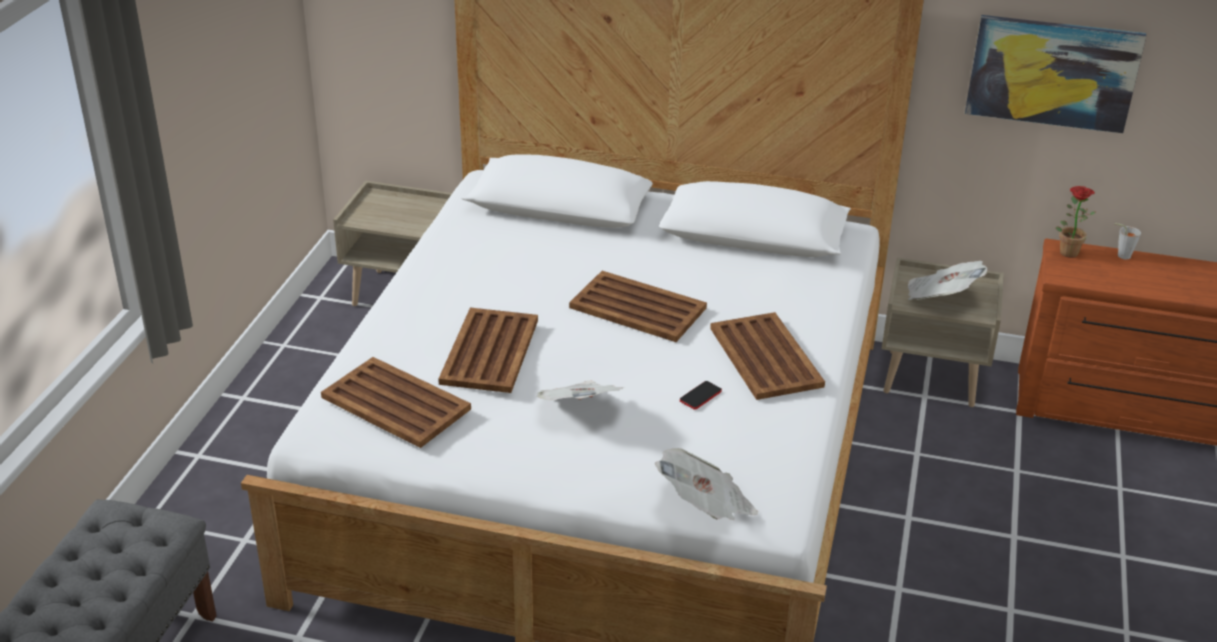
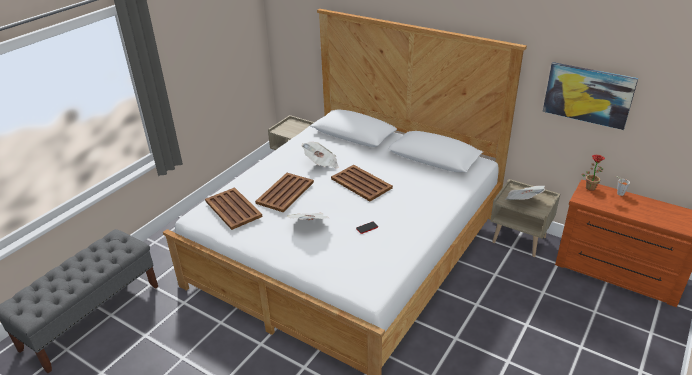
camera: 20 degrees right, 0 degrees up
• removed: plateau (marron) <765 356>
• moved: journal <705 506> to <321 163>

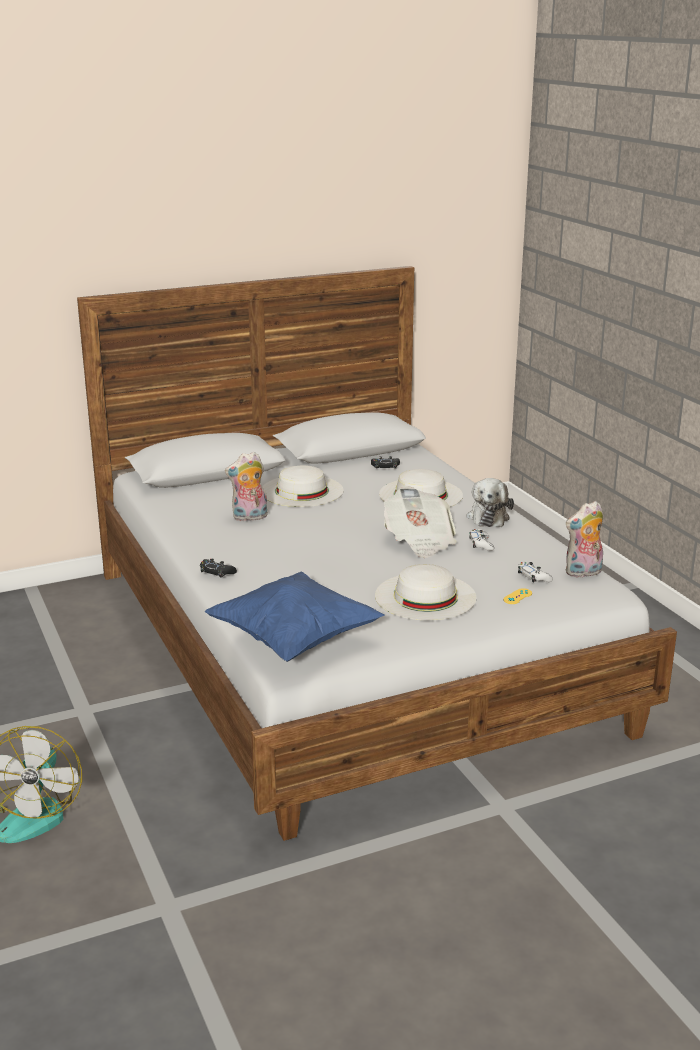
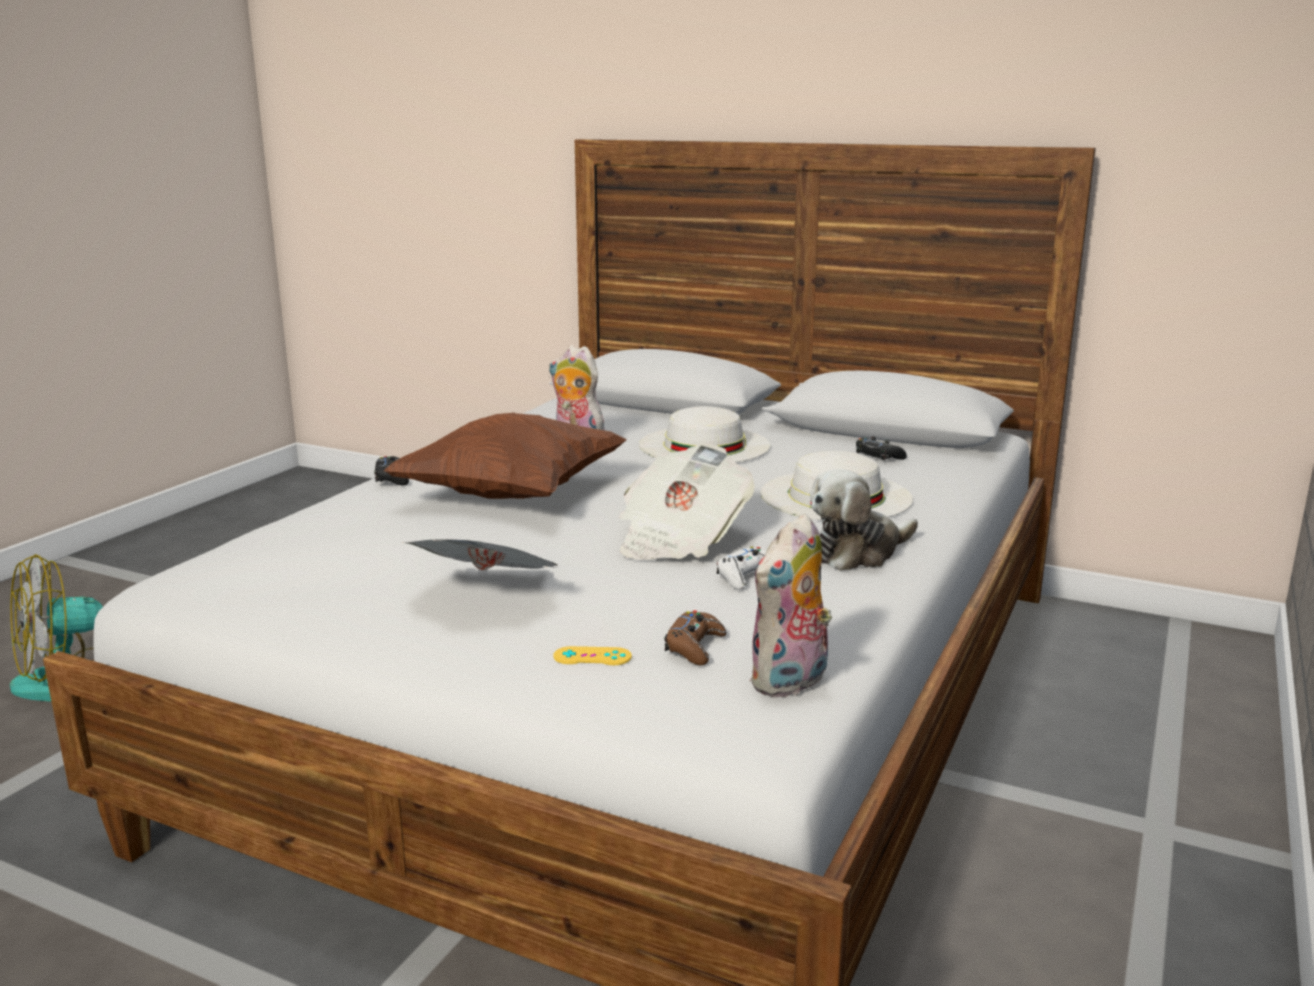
camera: 50 degrees right, 5 degrees down
• turned: peluche <583 573> = <790 683> 75 degrees counterclockwise
• recoloured: manette (blanc) <533 577> to manette (marron) <694 647>
• replaced: chapeau (blanc) <425 596> to journal <489 594>
• removed: coussin (bleu) <295 640>
• added: coussin (marron) <511 495>

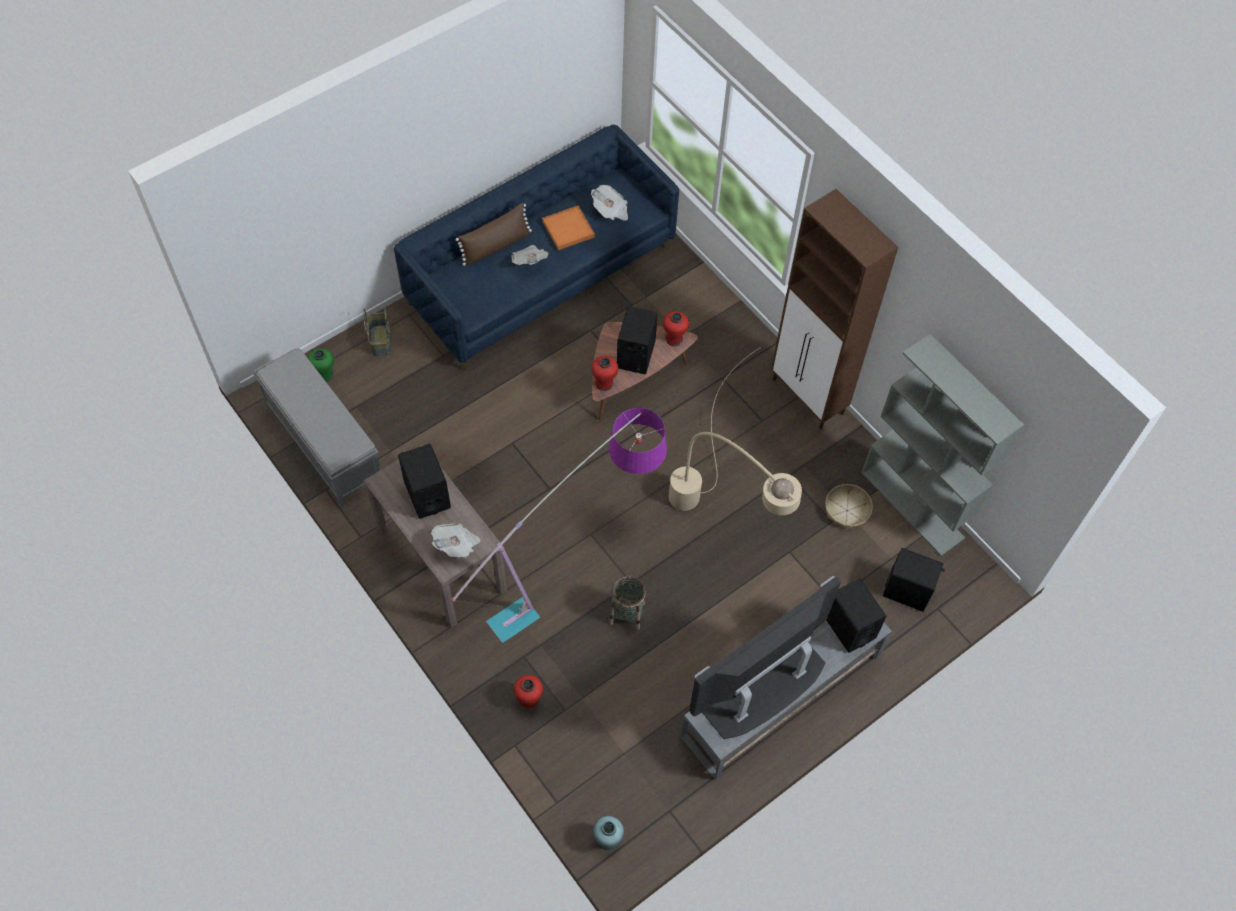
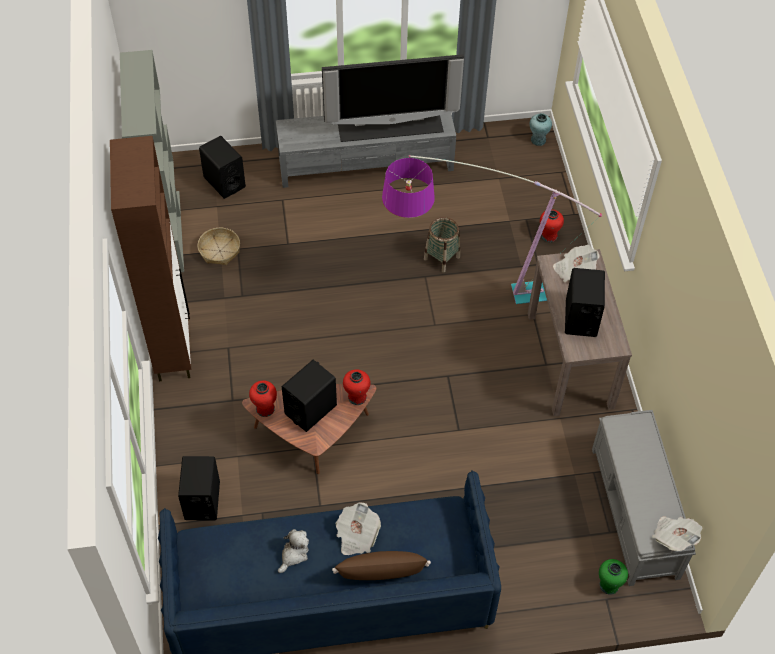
camera: 150 degrees left, 5 degrees down
• moved: journal <610 210> to <674 537>
• replaced: plateau (orange) <568 229> to peluche <294 554>
• removed: panier <380 340>
• removed: lampadaire (beige) <722 513>
• moved: enceinte (noir) <849 627> to <202 501>

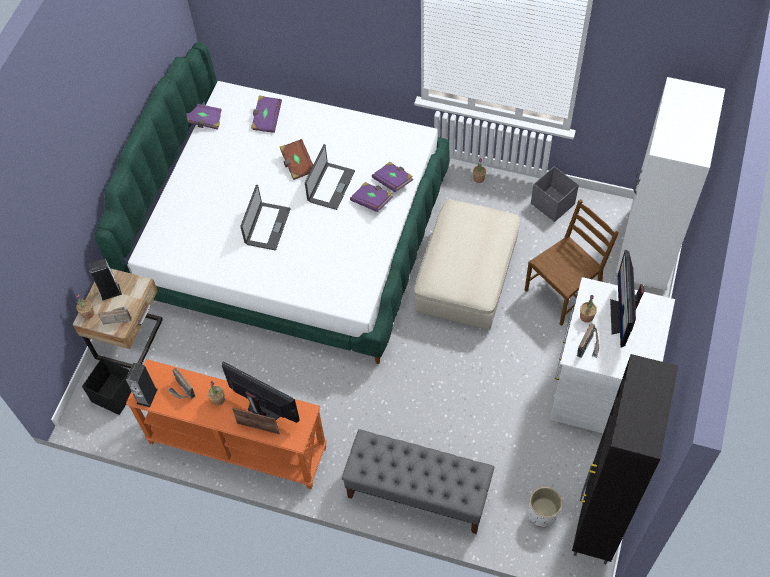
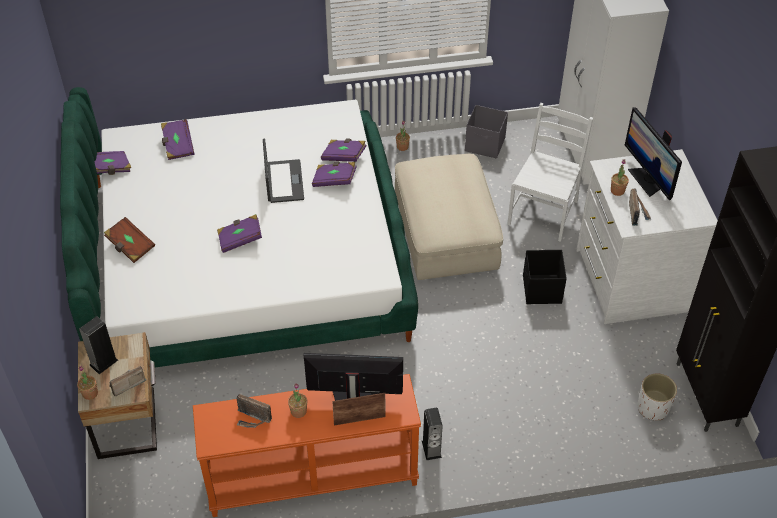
camera: 30 degrees left, 10 degrees down
• moved: livre (marron) <297 164> to <130 246>
• replaced: ordinateur portable <267 226> to livre (violet) <240 239>
• recoloured: chaise (marron) <563 291> to chaise (blanc) <543 212>
• moved: boîte de rangement (noir) <114 395> to <541 290>
• moved: enceinte <147 396> to <431 449>
• removed: banc (gris) <417 493>

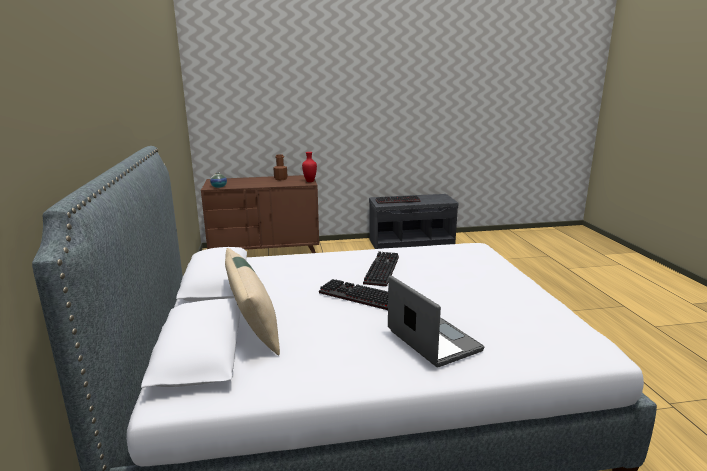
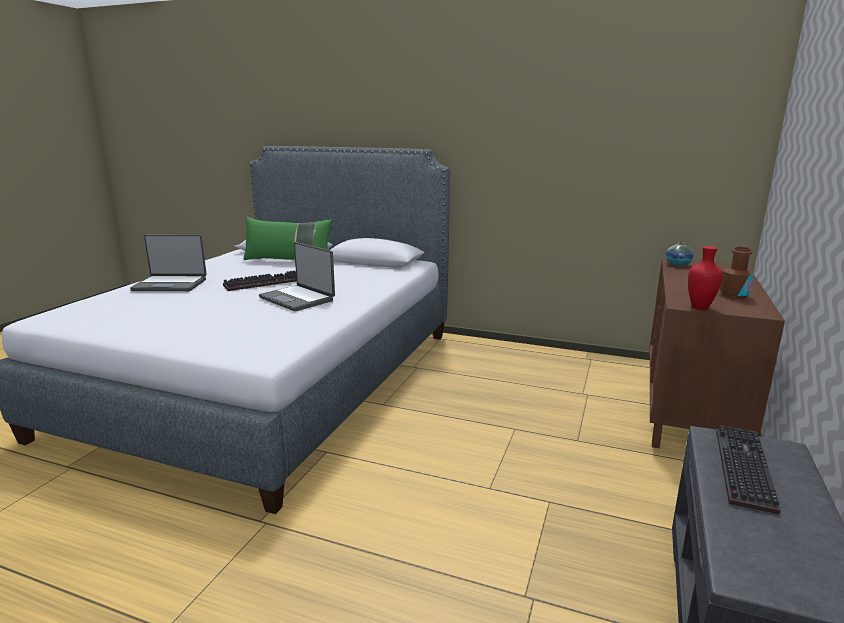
camera: 120 degrees right, 0 degrees up
• recoloured: coussin (beige) <253 325> to coussin (vert) <288 261>
• replaced: clavier <380 269> to ordinateur portable <298 299>

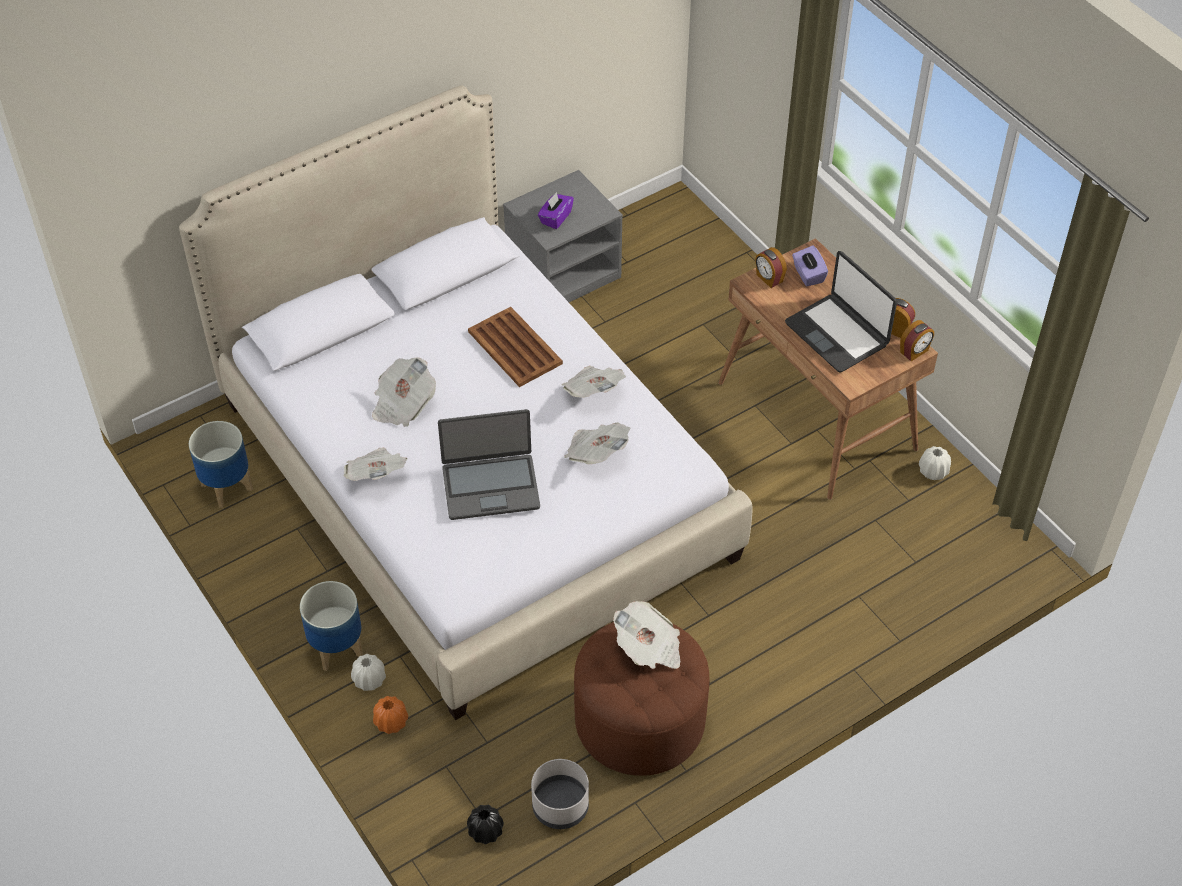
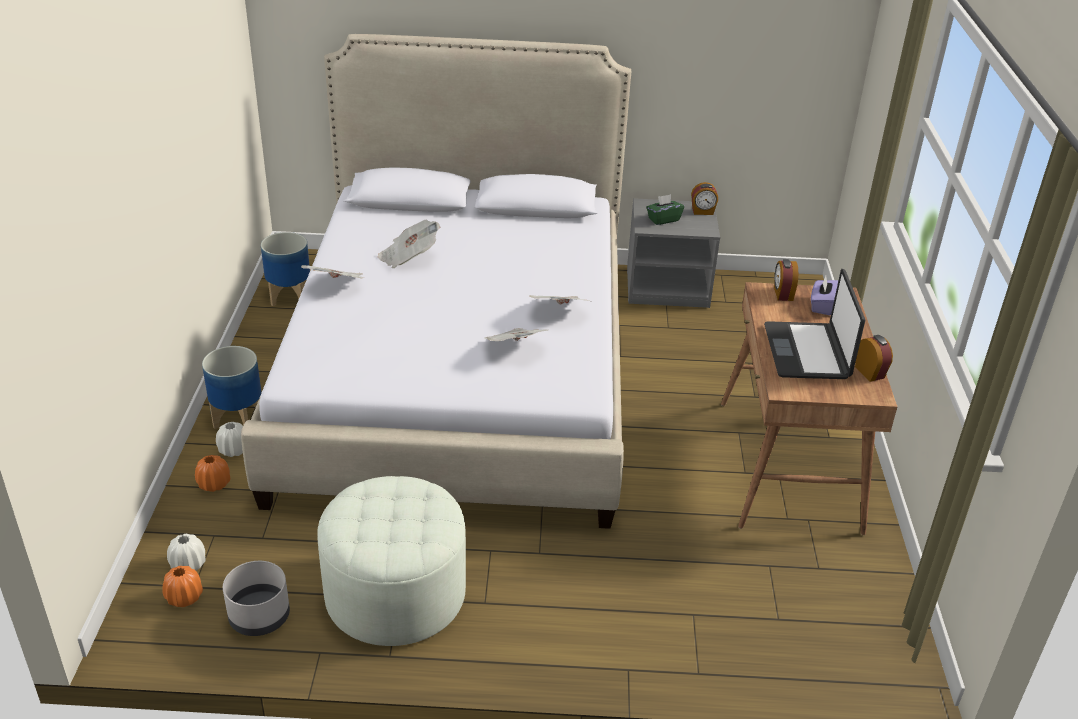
camera: 35 degrees right, 15 degrees down
• recoloured: boîte à mouchoirs (violet) <555 218> to boîte à mouchoirs (vert) <663 219>
• removed: plateau (marron) <515 348>
• moved: réveil <914 351> to <702 212>
• removed: ordinateur portable <490 486>
• moved: vase (blanc) <933 471> to <188 565>
• removed: journal <649 648>
• recoloured: pouf (marron) <640 720> to pouf (blanc) <395 594>
• recoloured: vase (noir) <485 831> to vase (orange) <184 597>

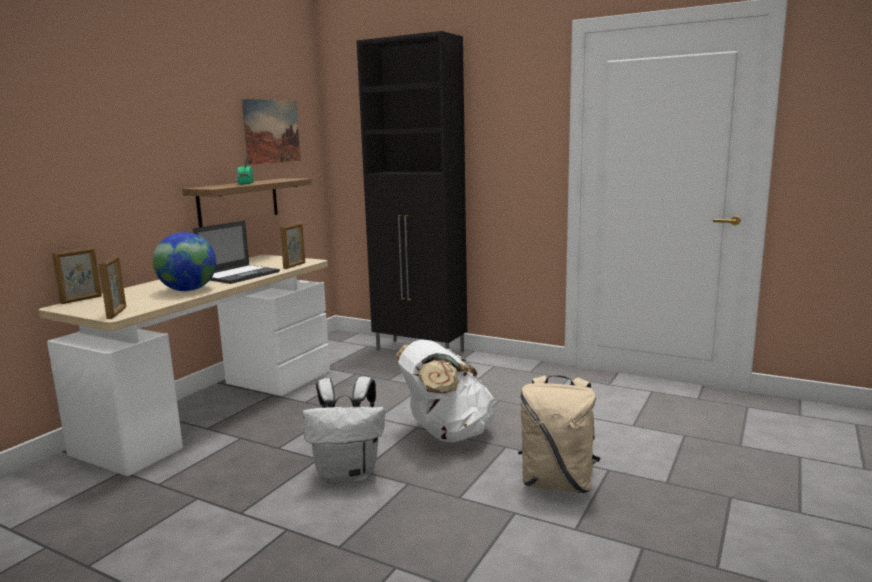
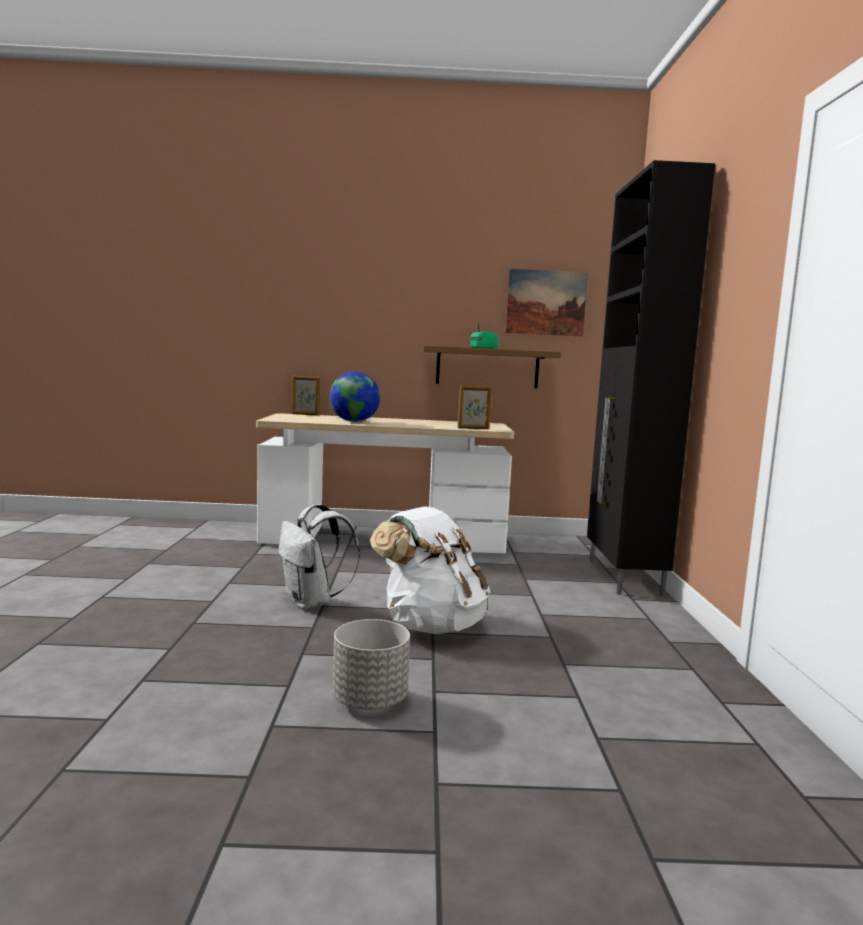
camera: 60 degrees right, 5 degrees down
• removed: ordinateur portable <240 275>
• removed: cadre photo <117 313>
• replaced: sac à dos (beige) <557 483> to cache-pot (gris) <370 701>

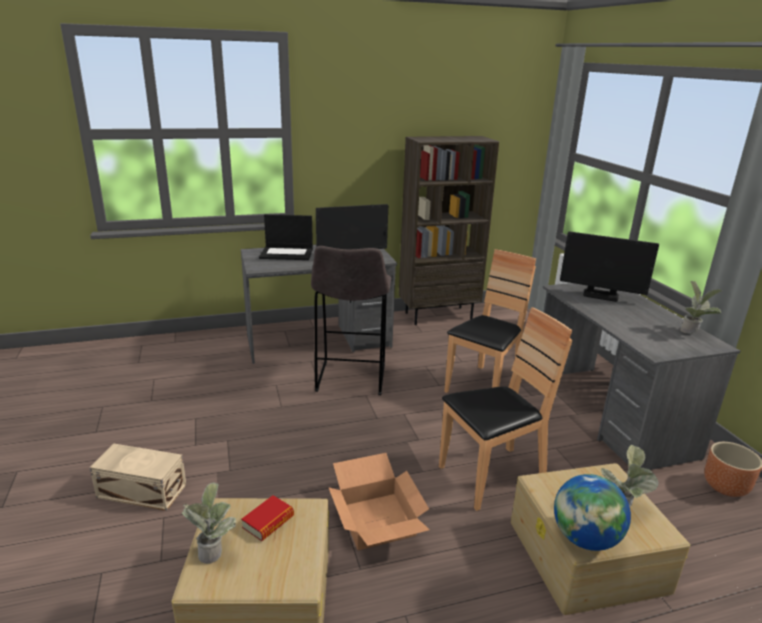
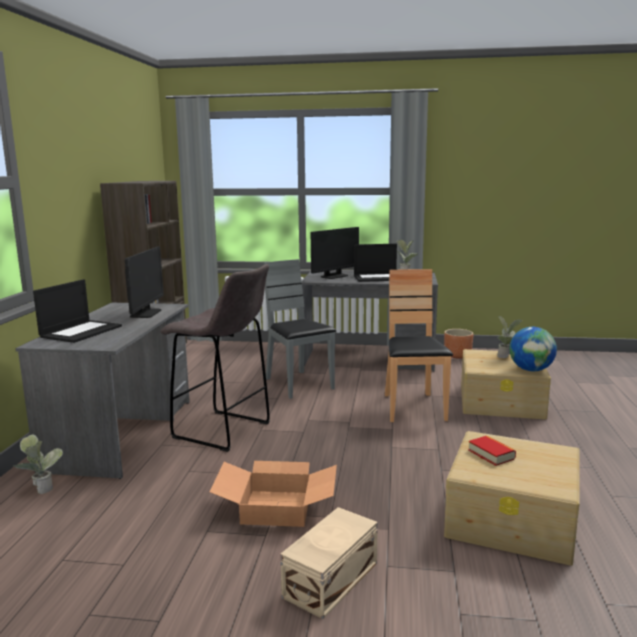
camera: 65 degrees left, 10 degrees down
• recoloured: chaise (marron) <484 387> to chaise (gris) <298 384>
• moved: carton <378 520> to <277 507>
• moved: plante en pot <213 550> to <41 488>
• added: ordinateur portable <378 278>

